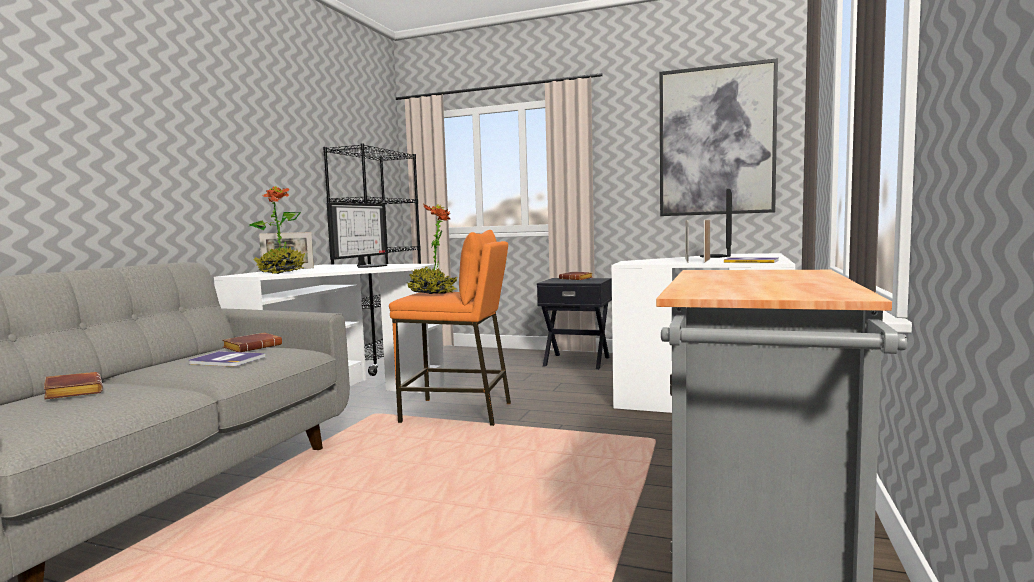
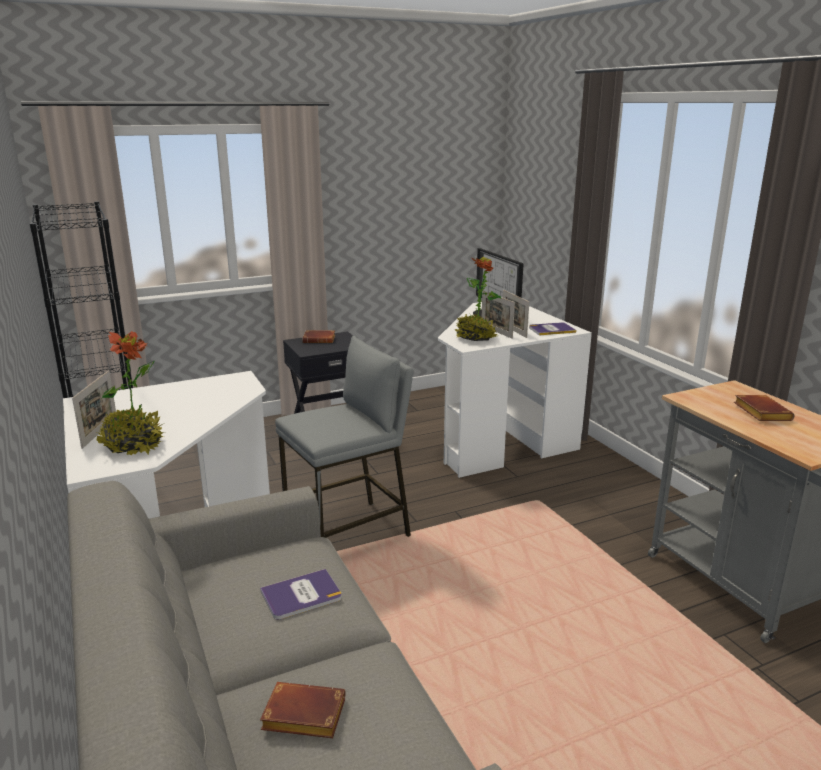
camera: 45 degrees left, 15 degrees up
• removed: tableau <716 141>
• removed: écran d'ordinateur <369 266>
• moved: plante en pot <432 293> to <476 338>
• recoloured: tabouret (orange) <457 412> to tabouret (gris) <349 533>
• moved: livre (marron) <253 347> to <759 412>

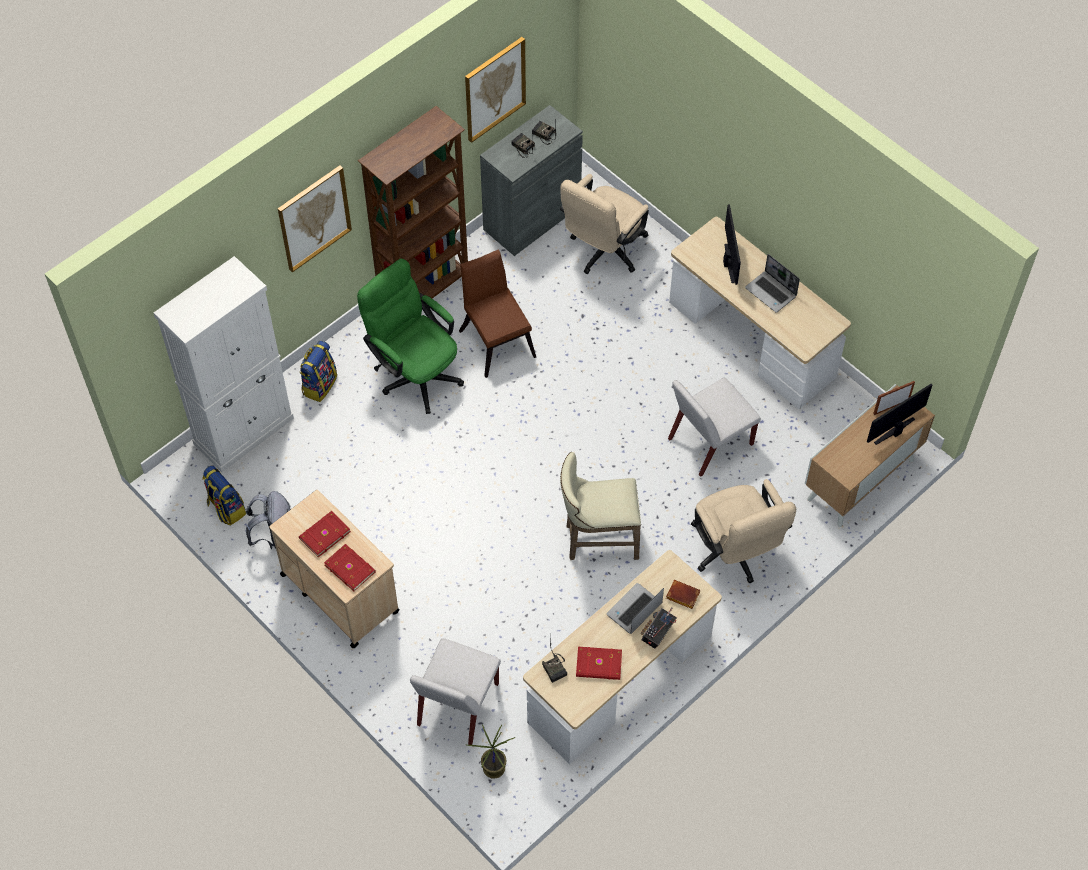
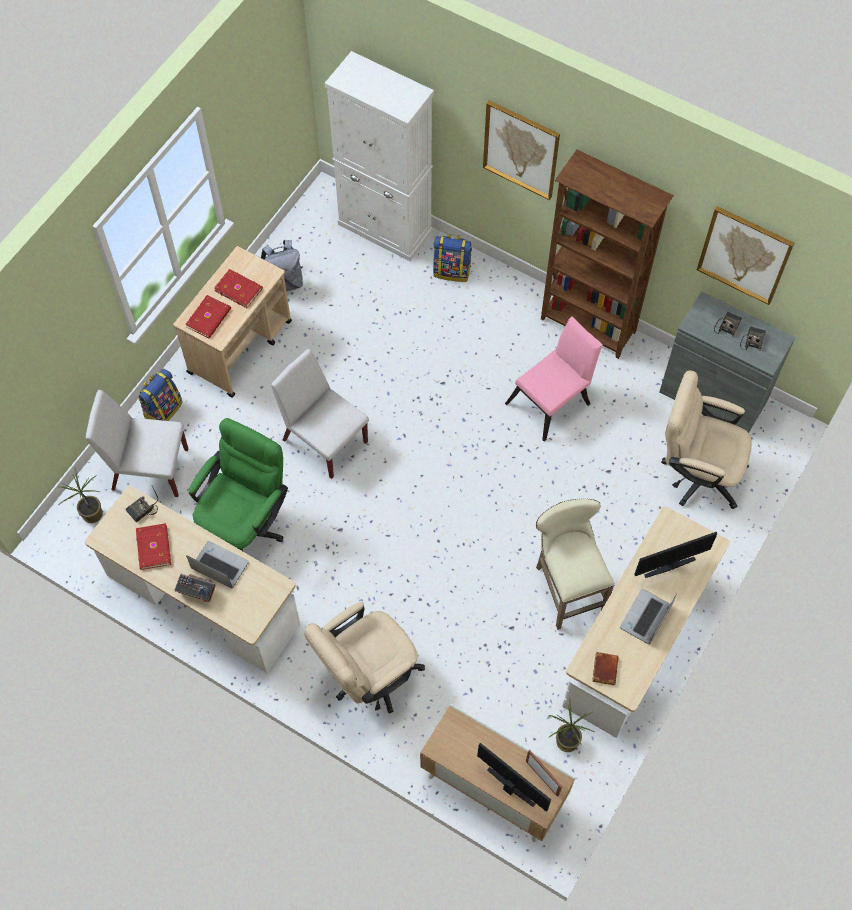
camera: 75 degrees right, 5 degrees up
• recoloured: chaise (marron) <496 339> to chaise (rose) <552 401>
• moved: chaise de bureau (vert) <415 373> to <245 525>
• moved: chaise (blanc) <709 442> to <324 440>
• moved: tabouret (beige) <597 539> to <566 586>
• moved: sac à dos <226 508> to <163 409>
• moved: livre (marron) <681 596> to <604 668>
• added: plante en pot <566 742>

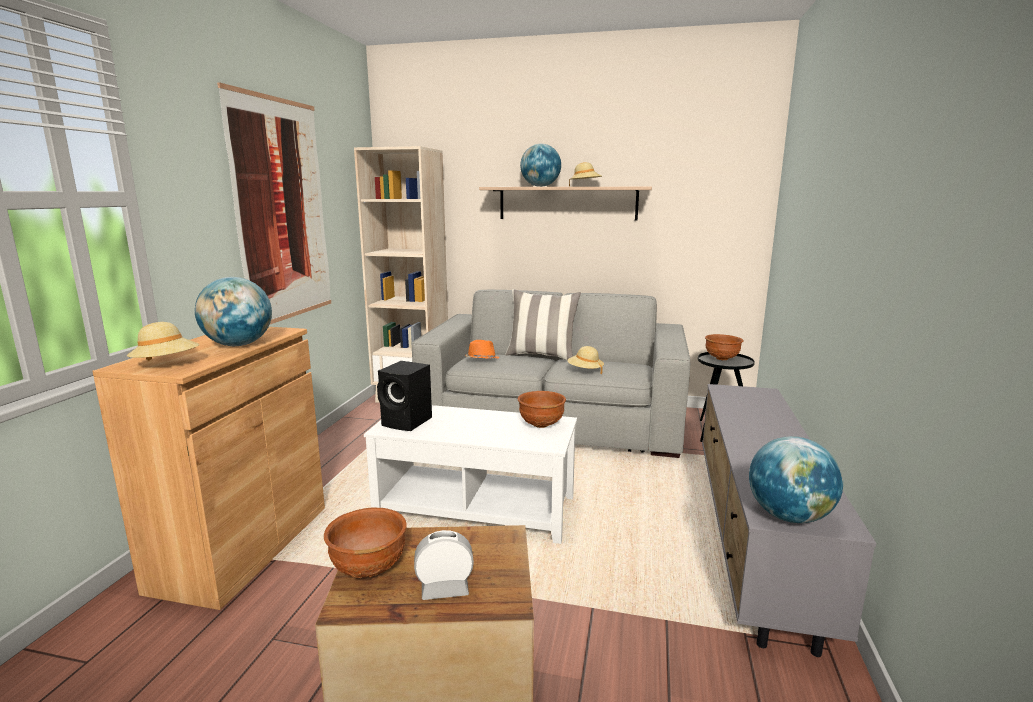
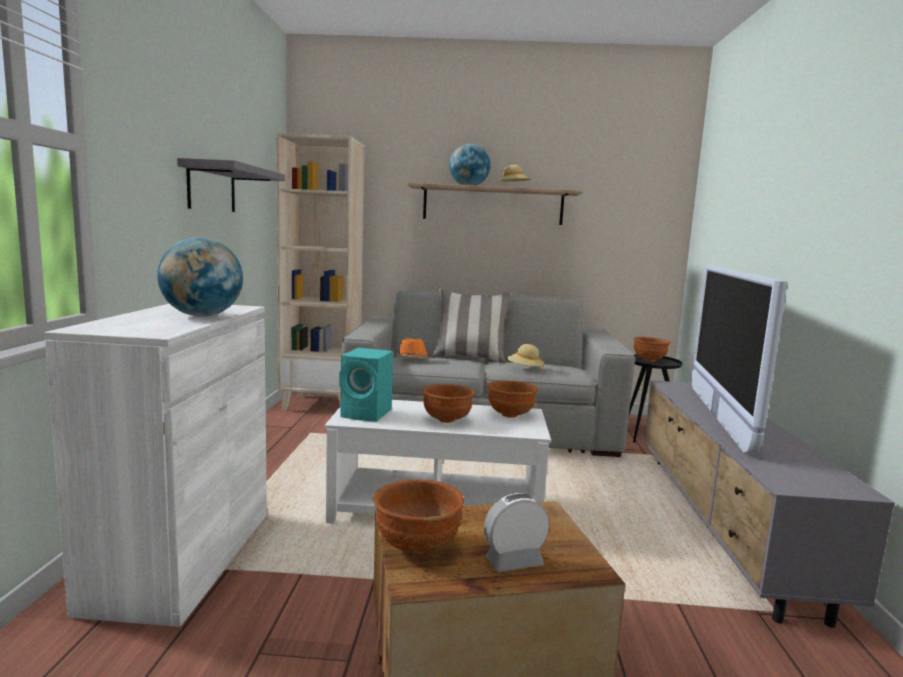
camera: 10 degrees left, 5 degrees down
• replaced: tableau <282 211> to étagère (gris) <211 188>
• removed: chapeau (beige) <166 365>
• recoloured: meuble de rangement (marron) <243 547> to meuble de rangement (blanc) <183 558>
• recoloured: enceinte (noir) <408 422> to enceinte (turquoise) <368 414>
• removed: globe <789 516>
• added: téléviseur <718 417>
• added: bol (marron) <447 420>

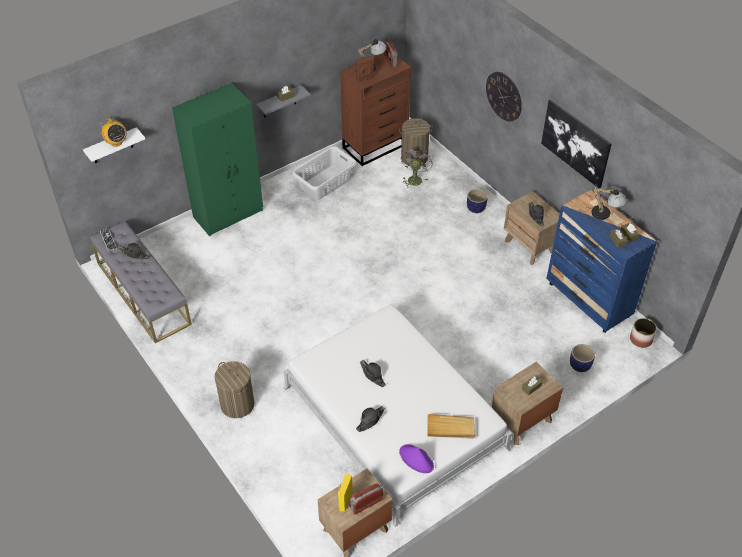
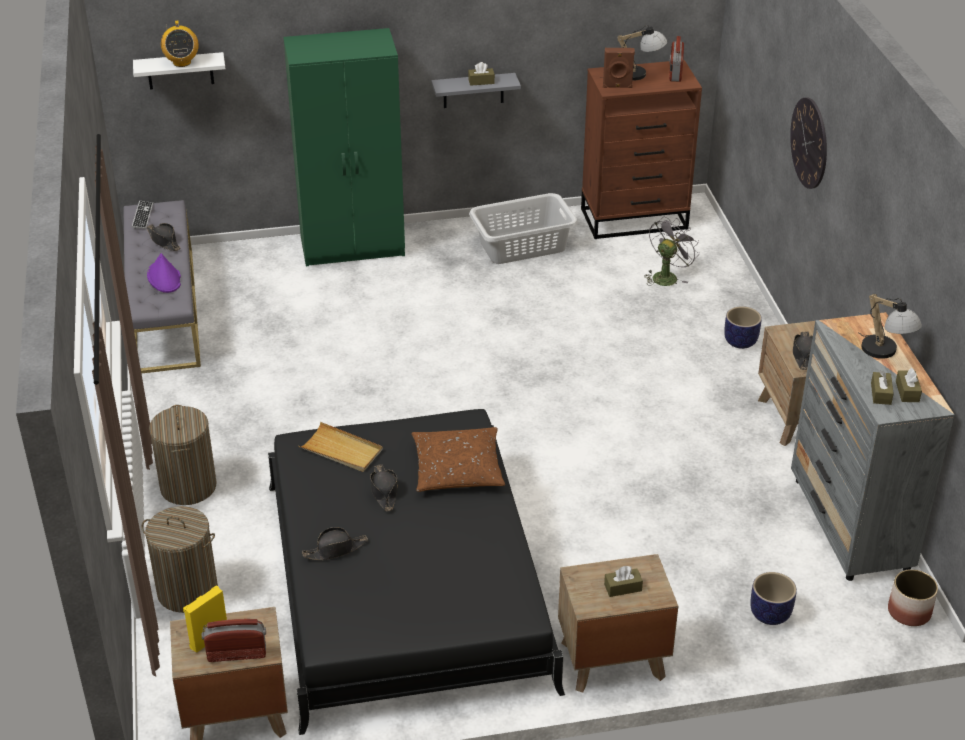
camera: 25 degrees right, 10 degrees down
• removed: tableau <576 143>
• moved: panier à linge <414 158> to <188 591>
• recoloured: commode (bleu) <588 300> to commode (gris) <850 525>
• recoloured: lit (blanc) <394 418> to lit (noir) <406 583>
• moved: plateau (beige) <450 428> to <341 450>
• moved: chapeau (violet) <416 459> to <164 278>
• added: coussin (marron) <458 468>

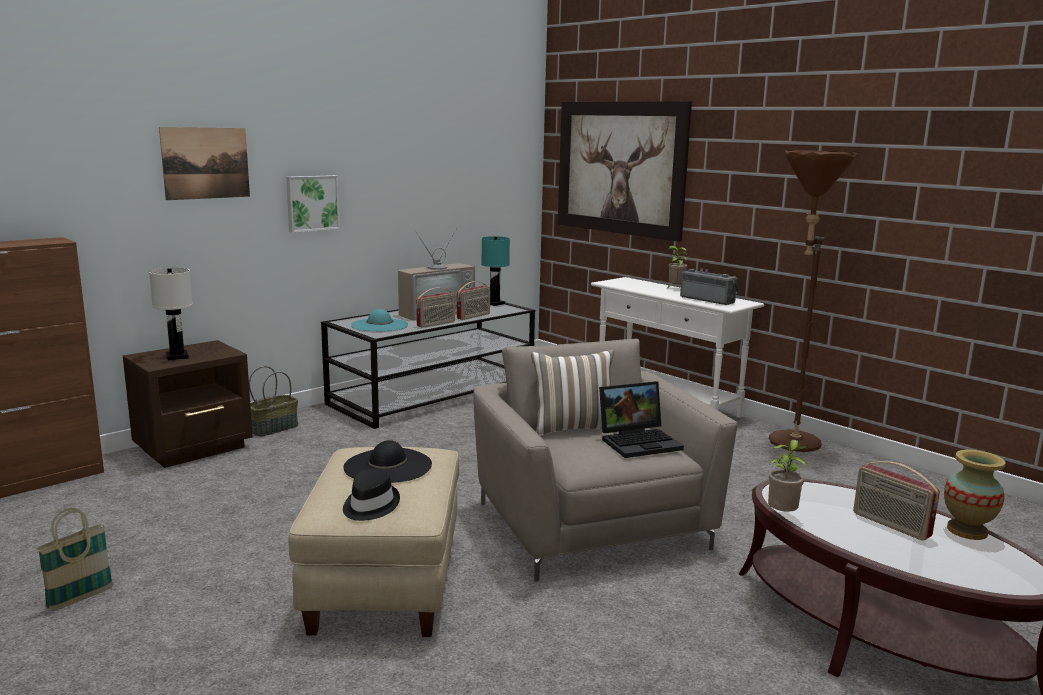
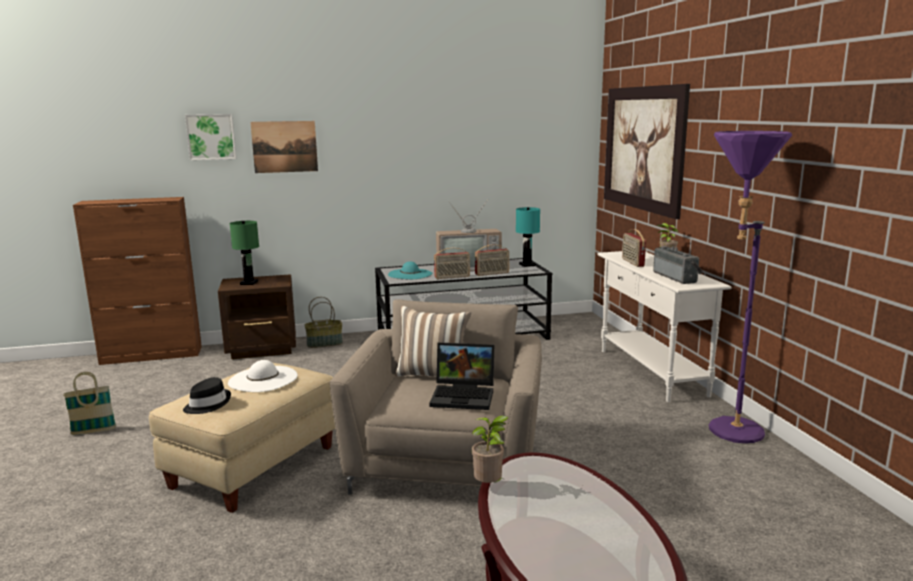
camera: 30 degrees right, 0 degrees up
• recoloured: lampadaire (marron) <789 445> to lampadaire (violet) <725 433>
• moved: tableau <312 203> to <211 137>
• recoloured: lampe de table (blanc) <177 356> to lampe de table (vert) <248 283>
• recoloured: chapeau (noir) <388 466> to chapeau (blanc) <263 379>
• removed: vase <967 531>
• moved: radio <890 525> to <632 262>

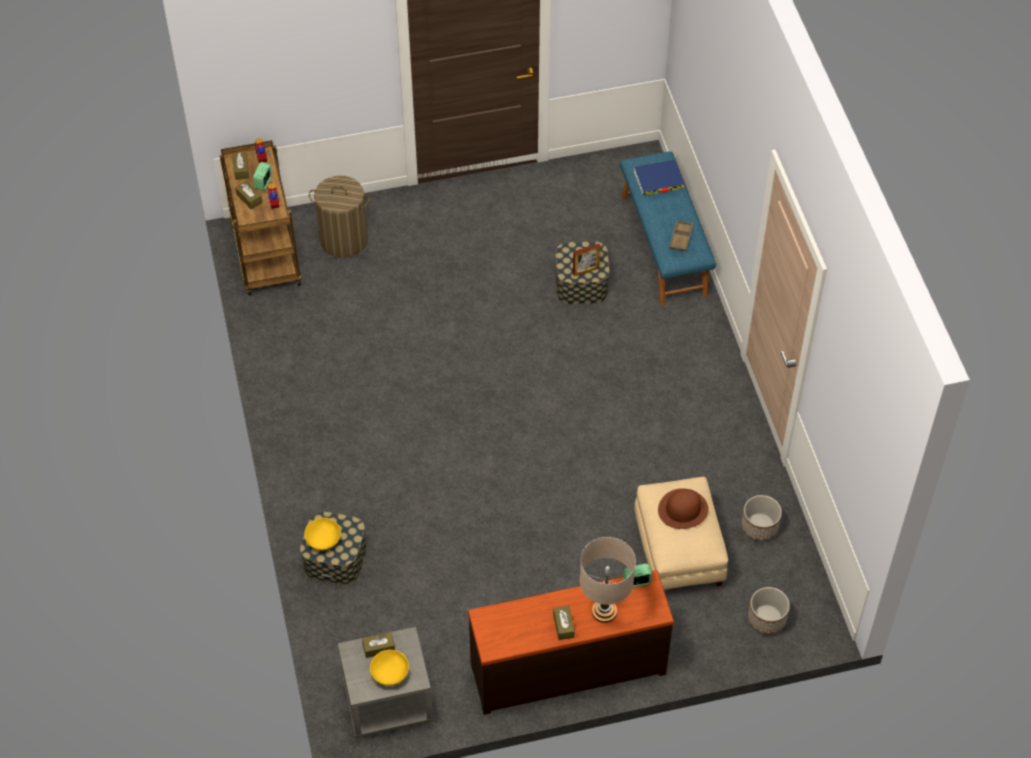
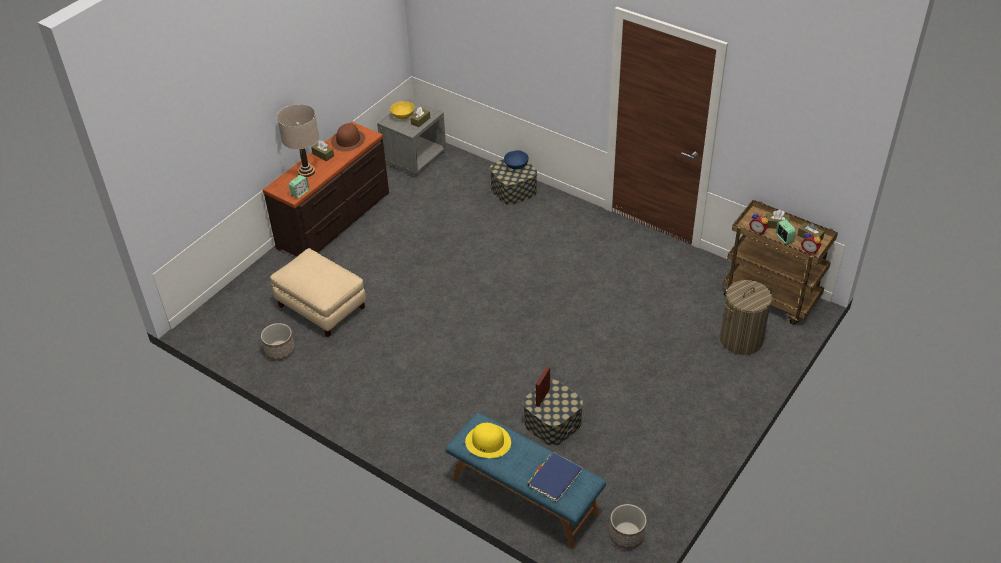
camera: 140 degrees right, 10 degrees down
• replaced: plateau (marron) <681 238> to chapeau (jaune) <488 442>
• moved: chapeau (marron) <683 509> to <348 140>
• recoloured: bol (jaune) <323 540> to bol (bleu) <516 166>
• moved: cache-pot <767 619> to <626 535>

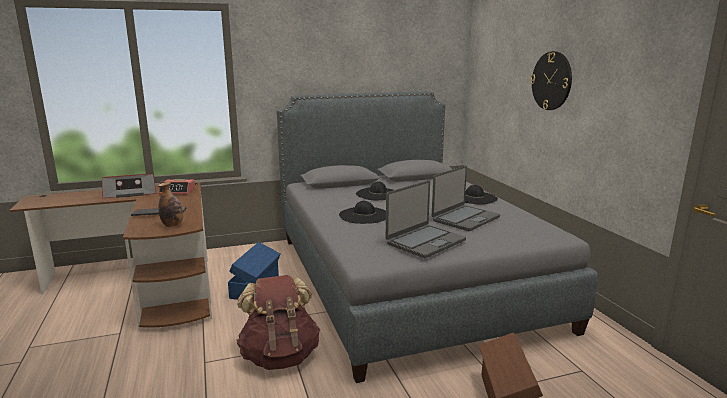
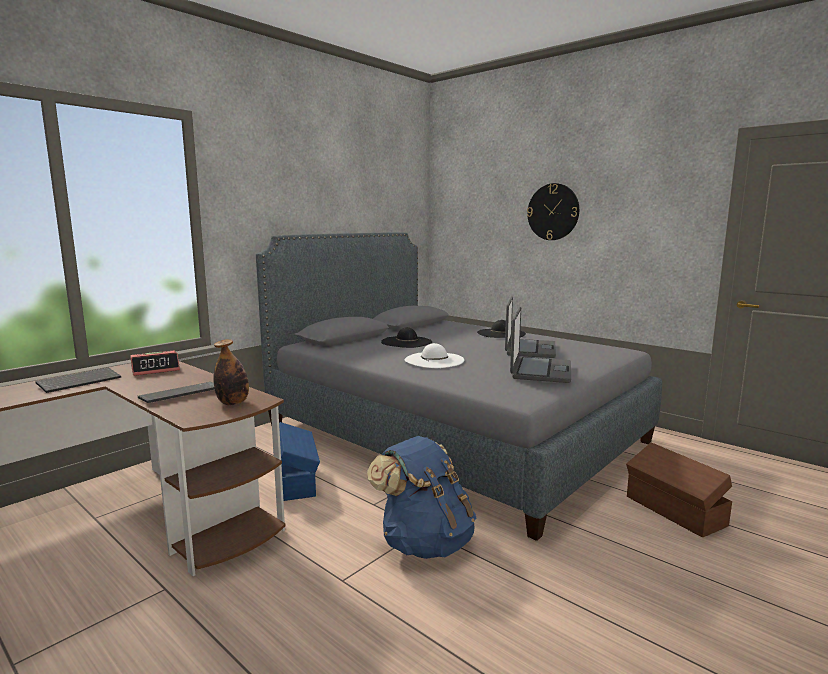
camera: 30 degrees left, 5 degrees down
• replaced: radio <131 193> to clavier <80 381>
• recoloured: chapeau (noir) <364 215> to chapeau (blanc) <434 360>
• recoloured: sac à dos (marron) <280 356> to sac à dos (bleu) <425 542>

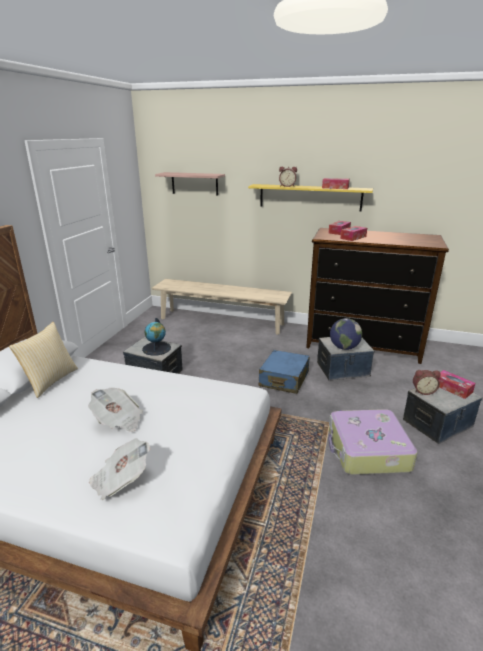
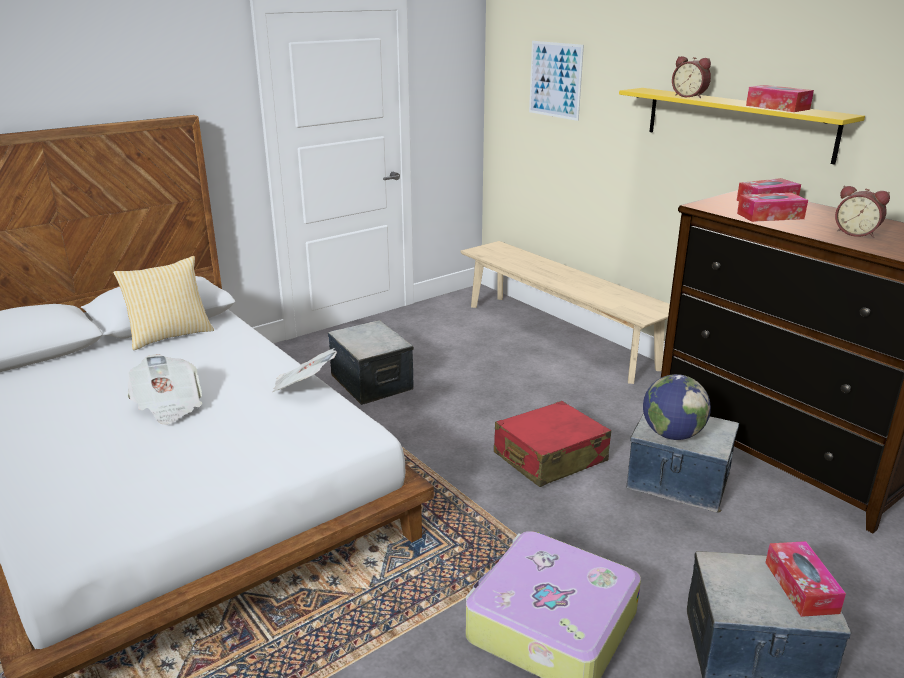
camera: 35 degrees right, 0 degrees up
• replaced: étagère <194 183> to tableau <555 80>
• removed: globe <156 348>
• recoloured: valise (bleu) <284 379> to valise (rouge) <549 458>
• moved: réveil <423 391> to <856 233>
• moved: journal <121 480> to <304 386>

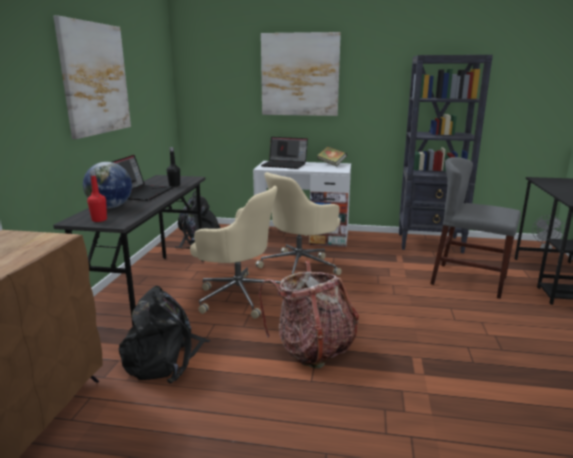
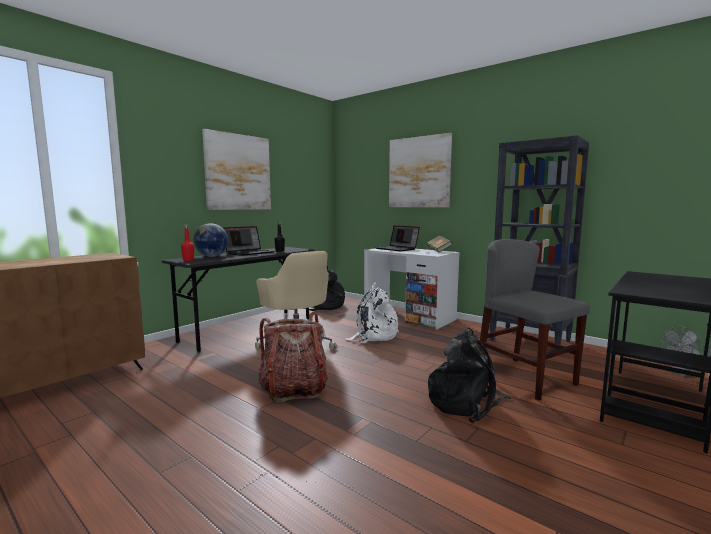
camera: 30 degrees right, 10 degrees down
• replaced: chaise de bureau (beige) <300 266> to sac à dos (blanc) <373 335>
• moved: sac à dos (noir) <165 359> to <466 402>

